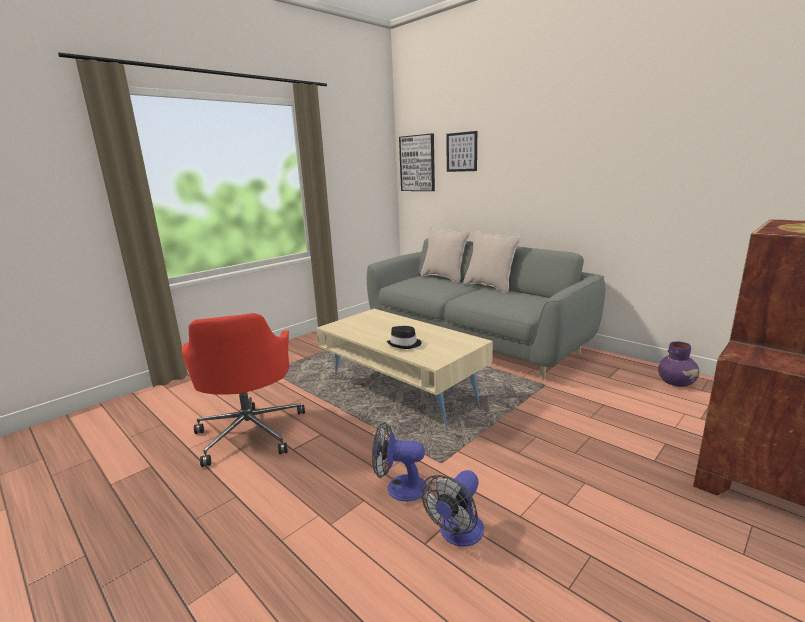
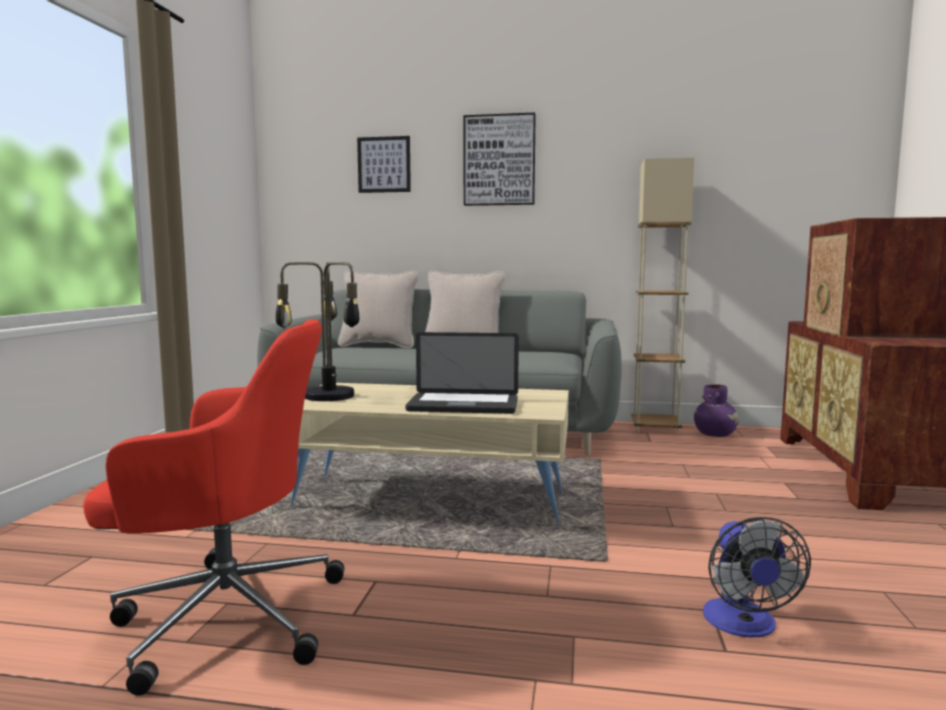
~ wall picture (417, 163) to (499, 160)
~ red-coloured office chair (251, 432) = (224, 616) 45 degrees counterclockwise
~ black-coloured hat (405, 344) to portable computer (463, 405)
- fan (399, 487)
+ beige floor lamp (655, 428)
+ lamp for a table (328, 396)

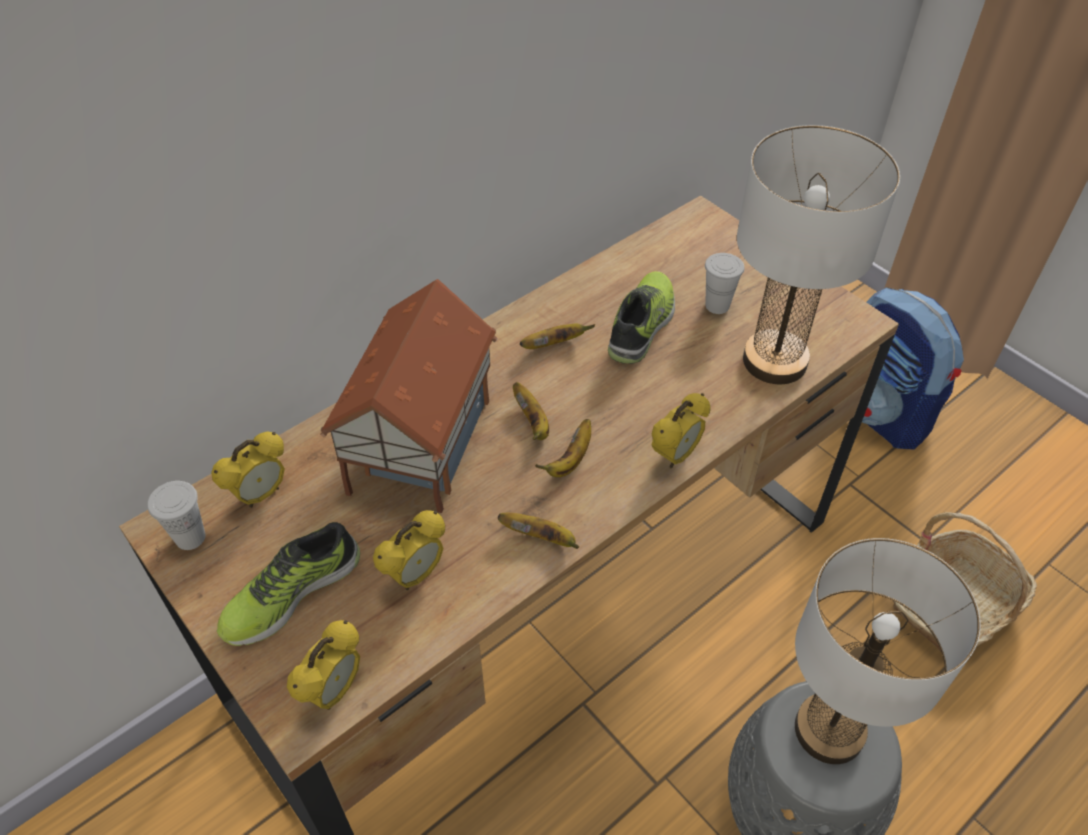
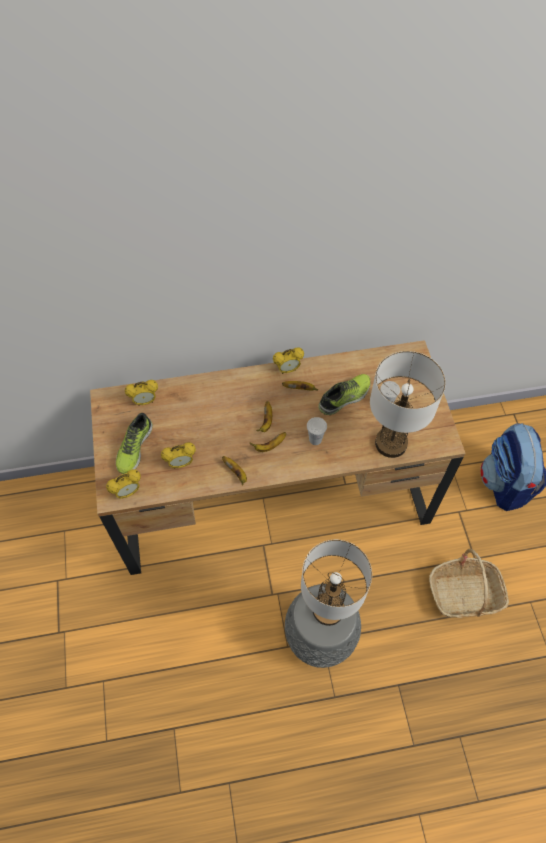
- miniature house (418, 446)
~ bedside clock (675, 456) to (288, 370)
~ white drinking cup (190, 537) to (315, 439)
~ shoe (291, 592) = (134, 447) 60 degrees counterclockwise

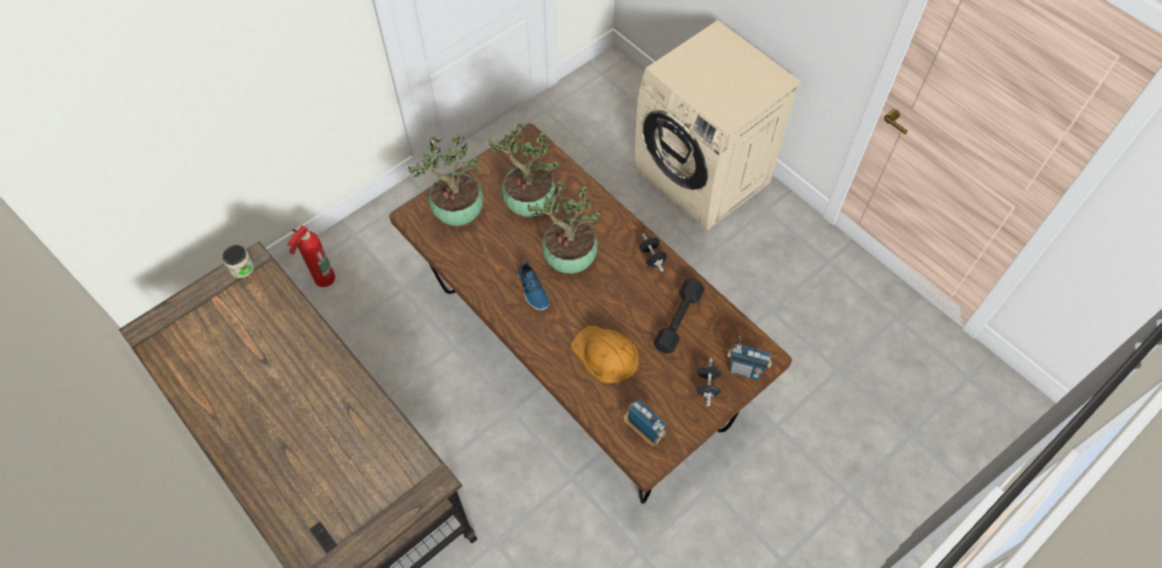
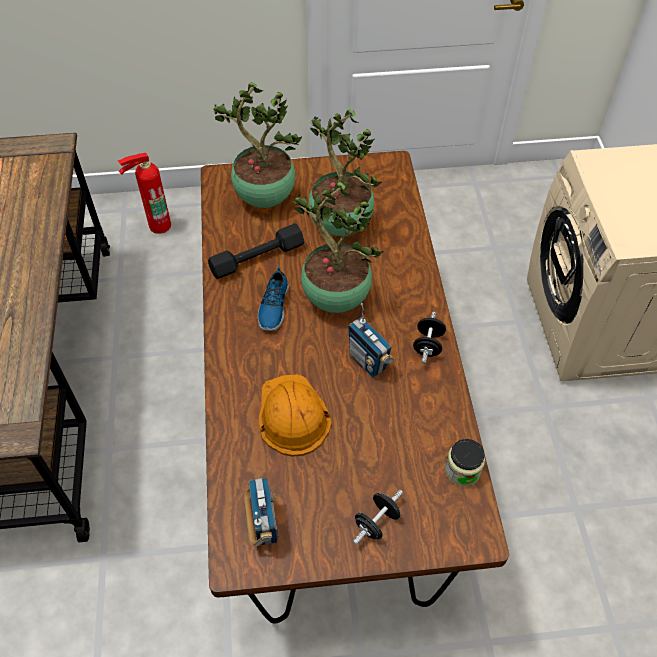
~ preserve jar (242, 268) to (462, 470)
~ black-coloured dumbbell (678, 319) to (257, 258)
~ radio receiver (745, 370) to (368, 361)

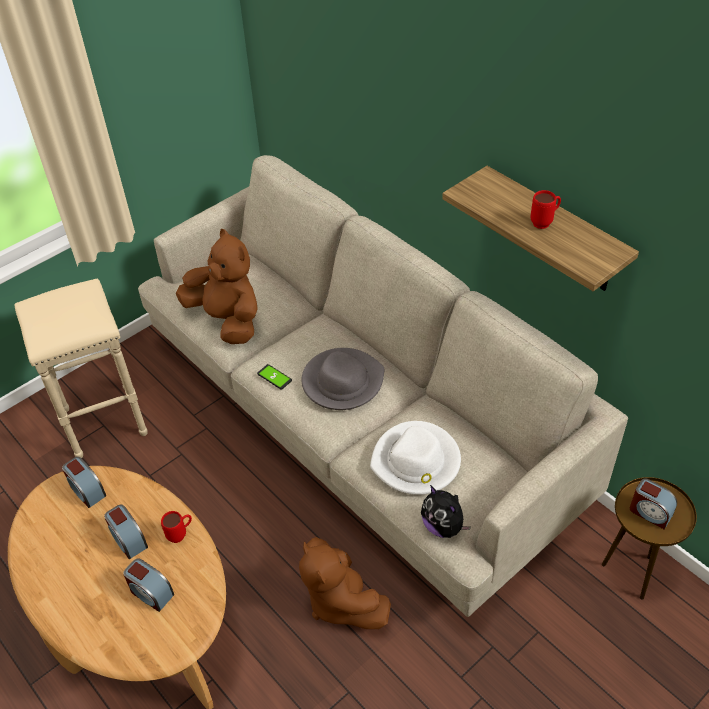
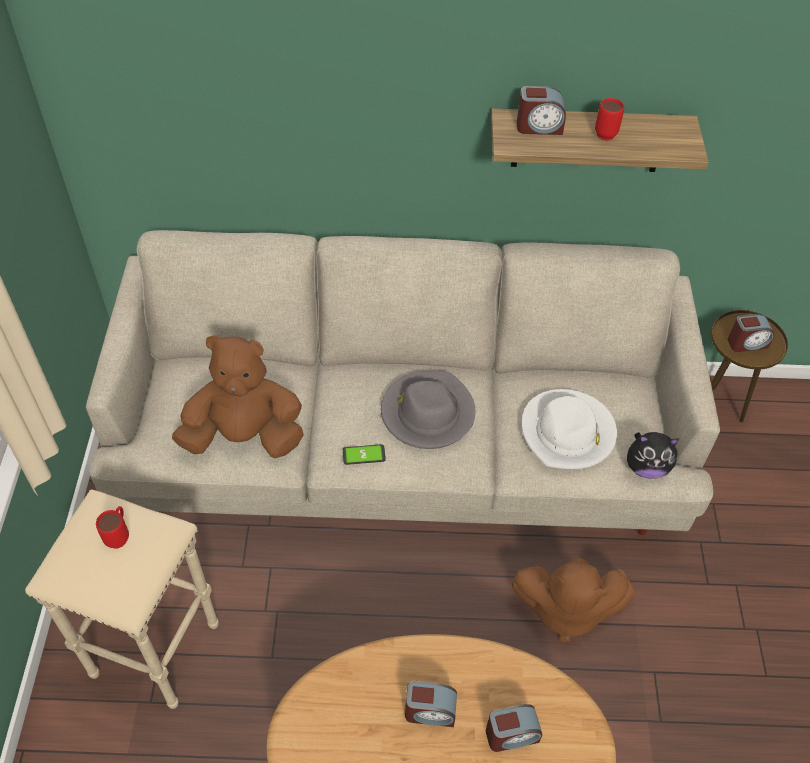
~ bedside clock (87, 490) to (539, 127)
~ red-coloured coffee mug (181, 534) to (119, 535)

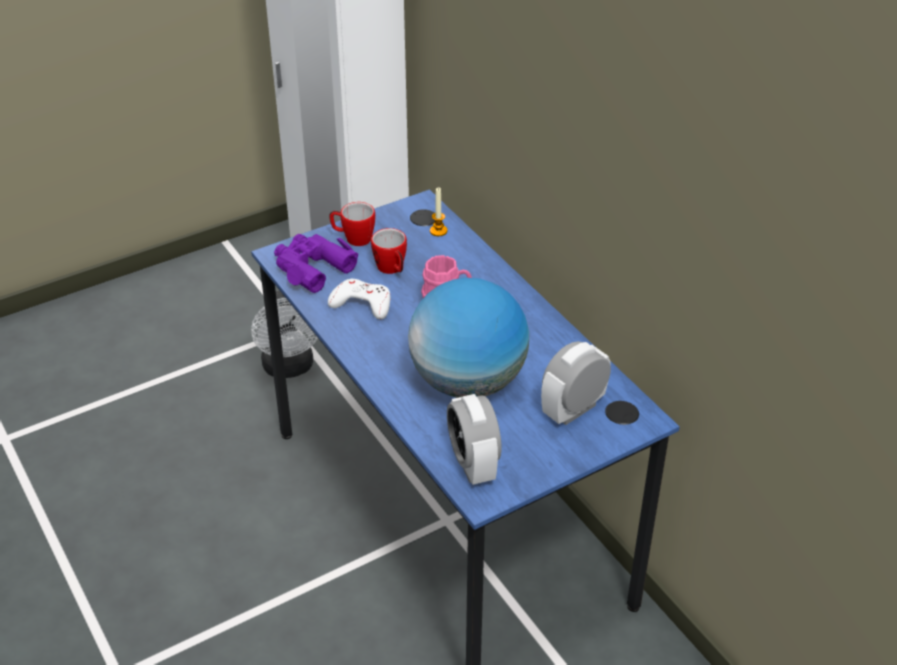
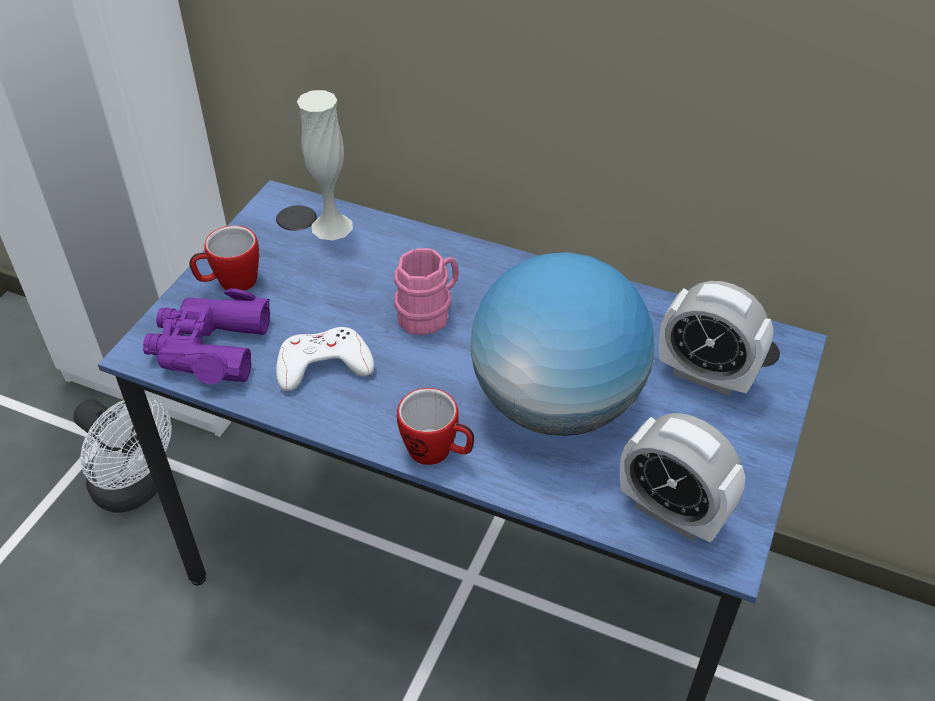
~ wax light (438, 231) to white decorative vase (332, 226)
~ coffee mug (392, 269) to (438, 452)
~ bedside clock (573, 410) = (705, 375) 75 degrees counterclockwise

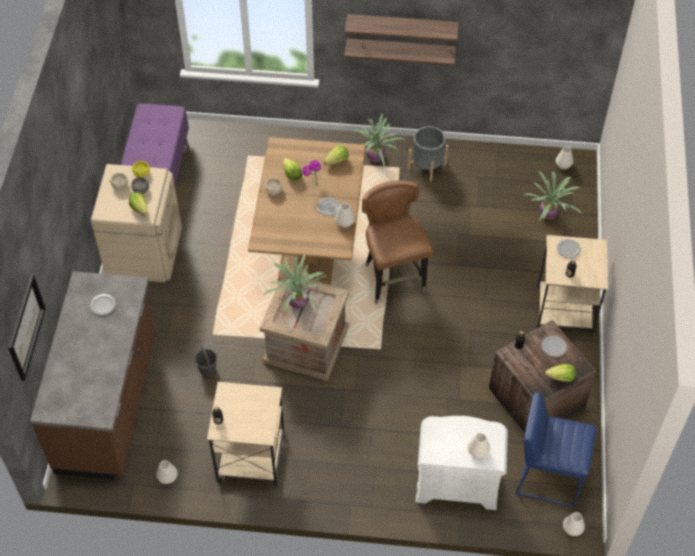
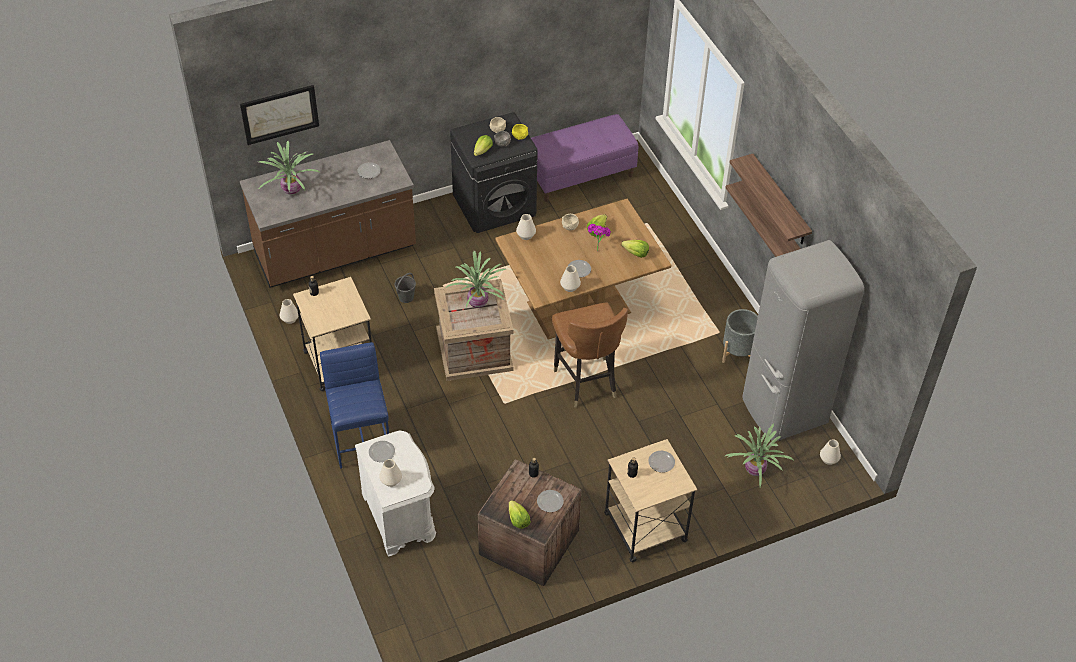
~ potted plant (375, 158) to (290, 190)
~ beige laundry machine (145, 250) to black-coloured laundry machine (496, 205)
~ brownish plain chair (393, 280) = (586, 382) 120 degrees clockwise
~ bluish sitting stool (547, 477) to (361, 439)
~ white decorative vase (572, 529) to (526, 235)
+ greyish refrigerator (782, 410)
+ plate (382, 452)

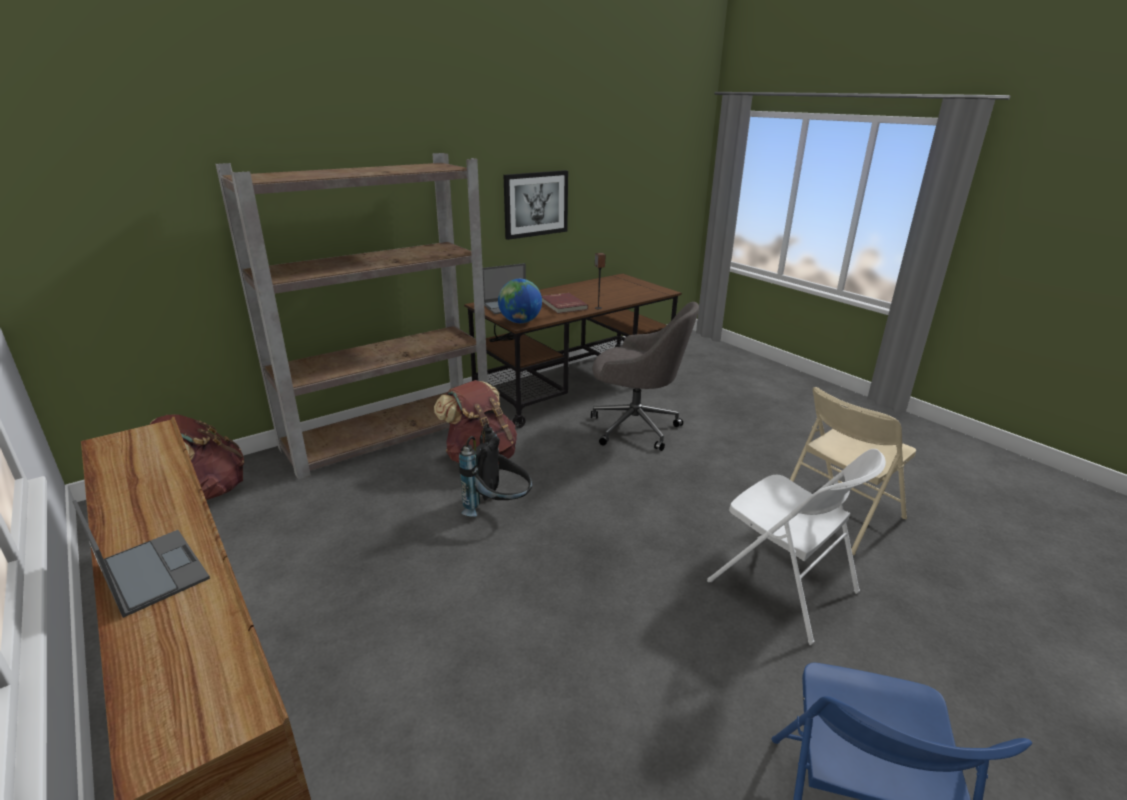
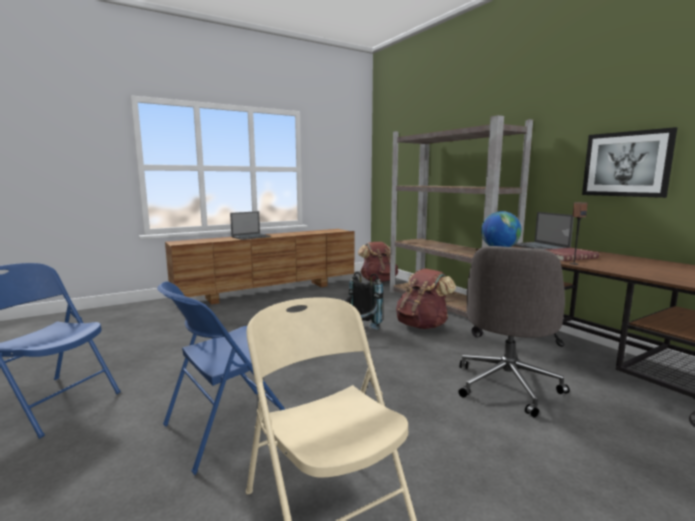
~ white plain chair (782, 587) to bluish plain chair (230, 426)

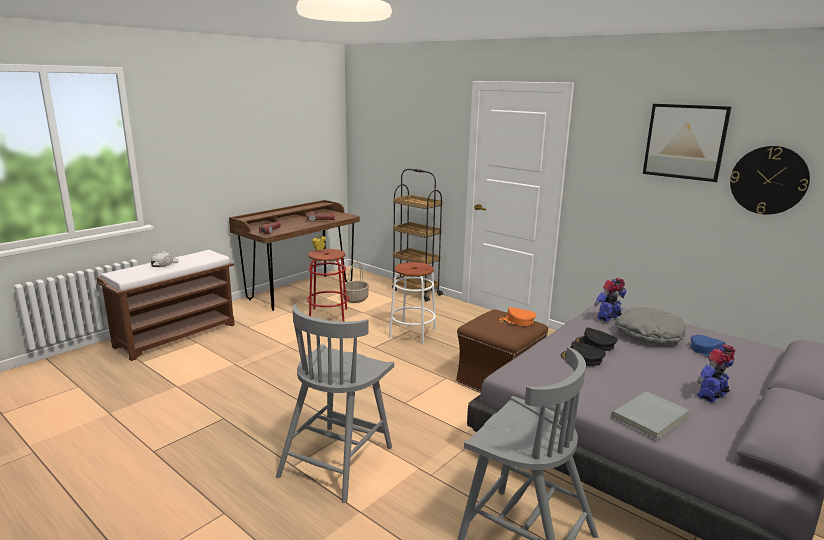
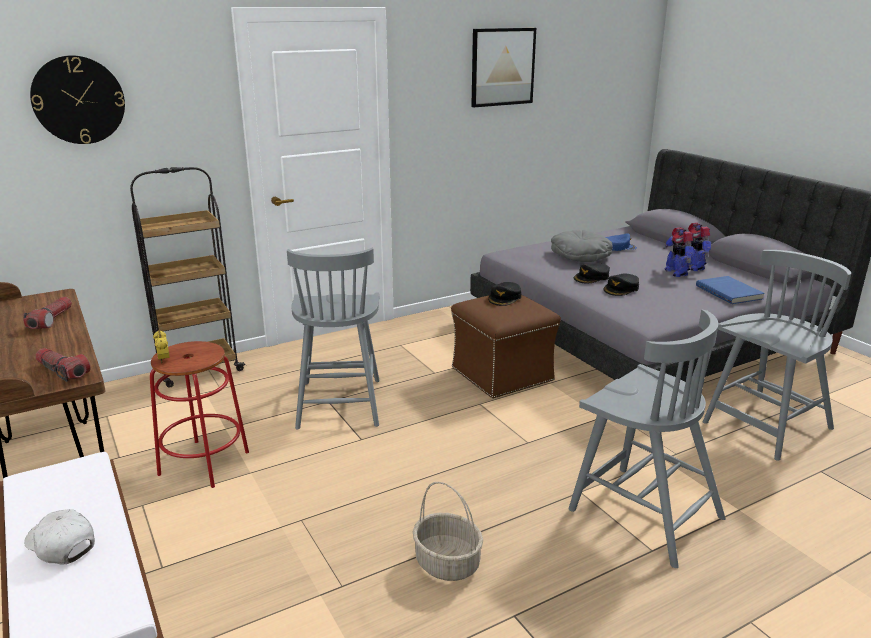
~ clock on the wall (768, 180) to (78, 100)
~ storage basket (355, 299) to (446, 563)
~ white sitting stool (412, 333) to greyish plain chair (339, 401)
~ robot figure (609, 318) to (676, 272)
~ orange baseball cap (517, 321) to black-coloured baseball cap (505, 298)
~ greyish bound book (651, 417) to bluish bound book (729, 292)

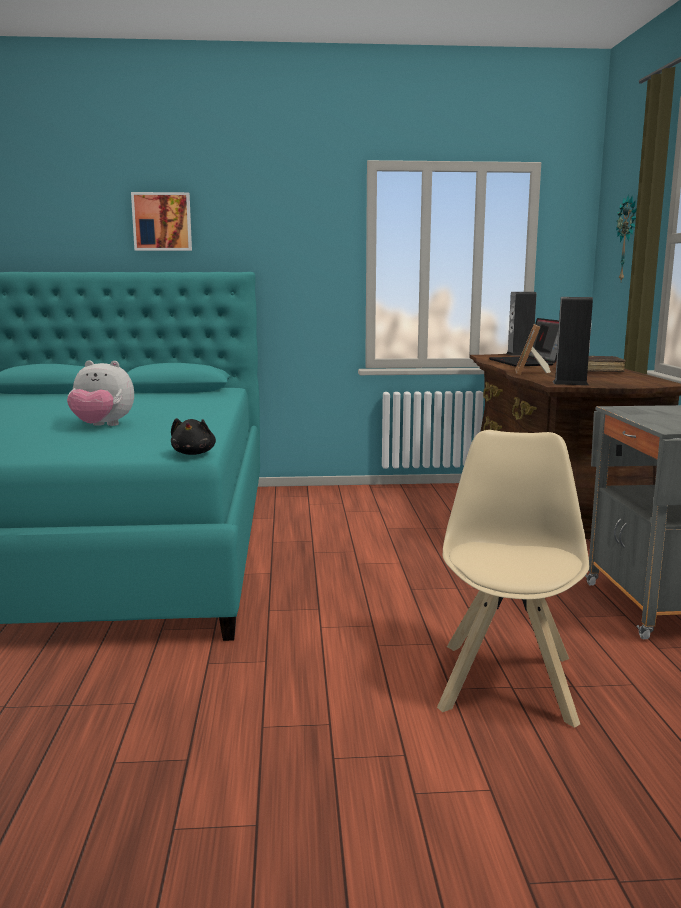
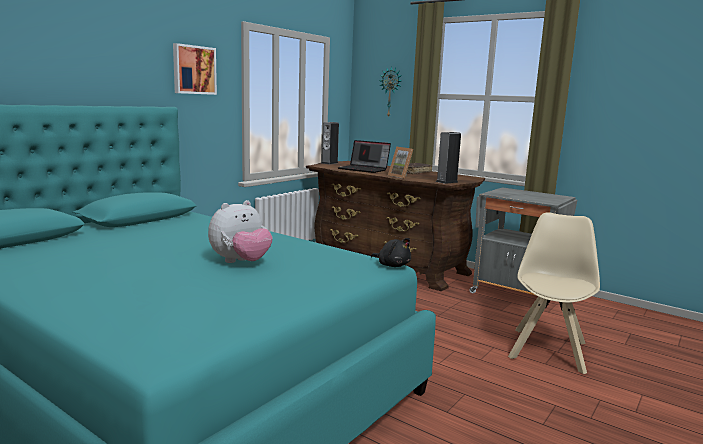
~ wall picture (162, 222) to (193, 70)
~ beige plain chair (507, 679) = (548, 349) 60 degrees clockwise

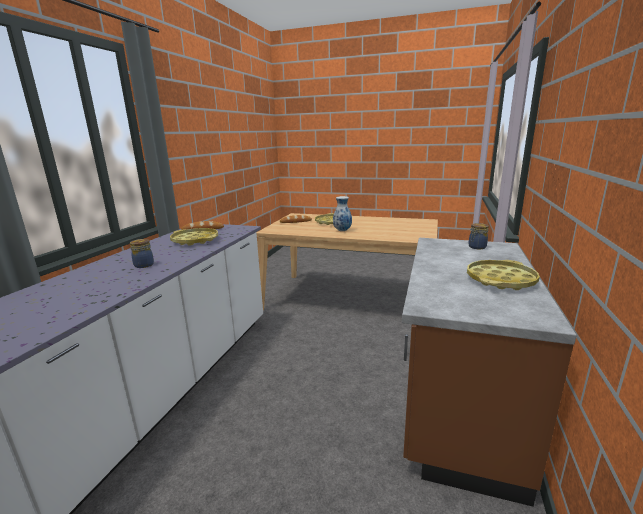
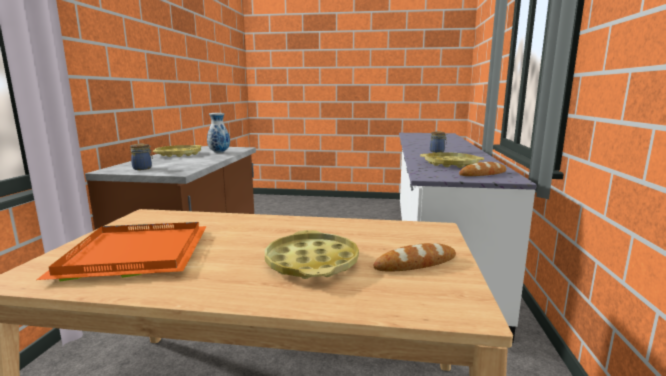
~ decorative vase (342, 230) to (219, 152)
+ orange tray (133, 255)

